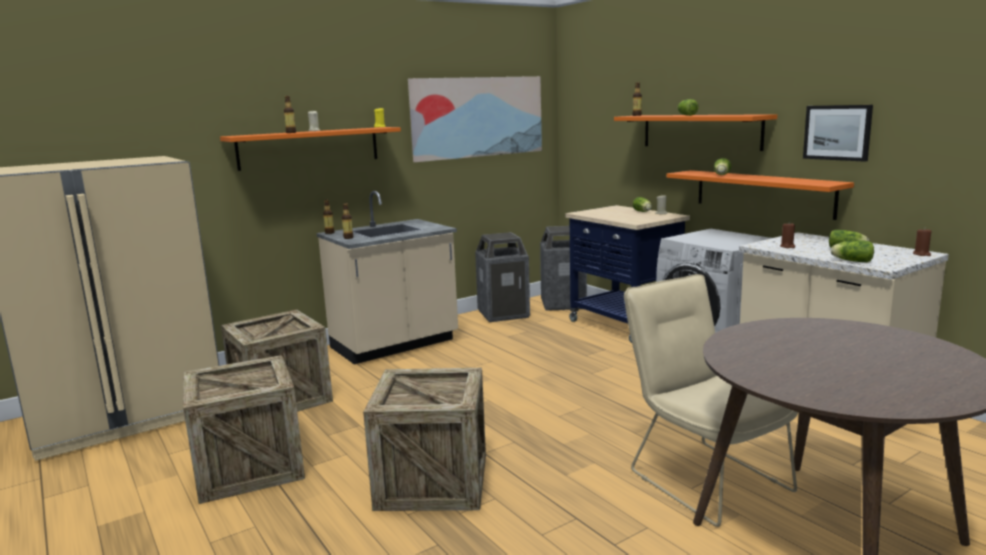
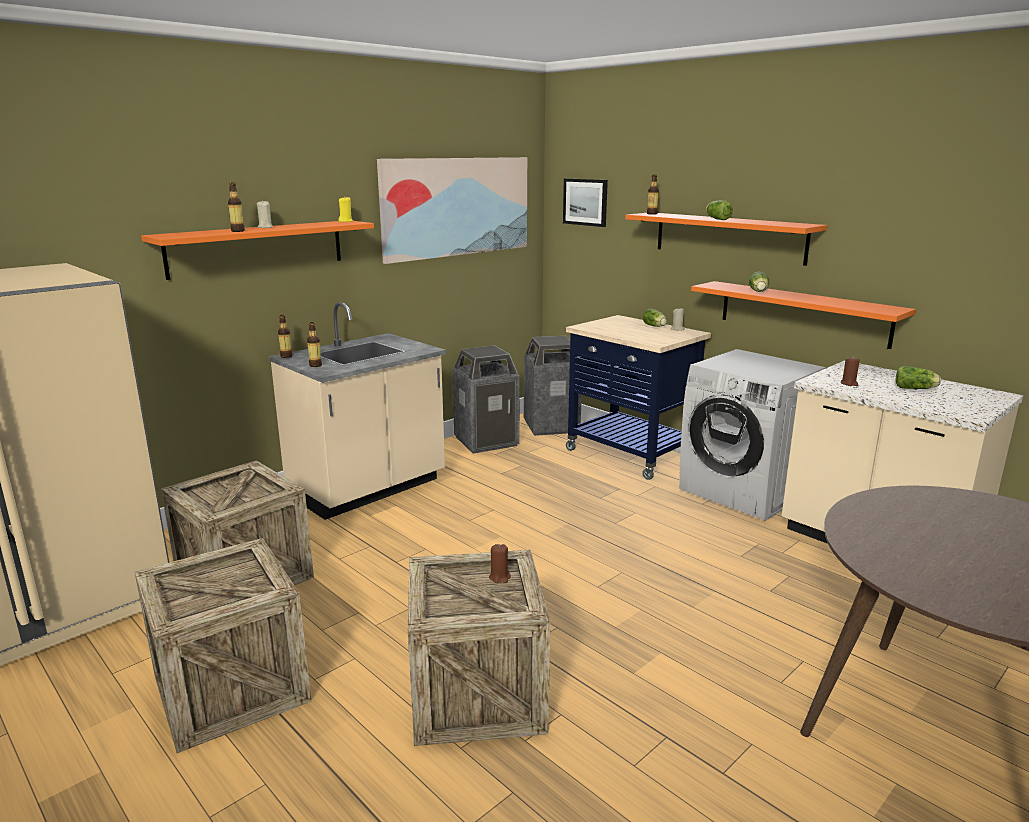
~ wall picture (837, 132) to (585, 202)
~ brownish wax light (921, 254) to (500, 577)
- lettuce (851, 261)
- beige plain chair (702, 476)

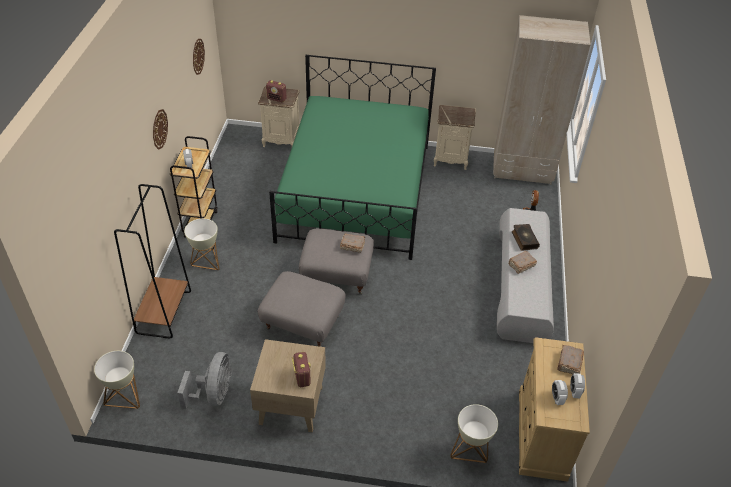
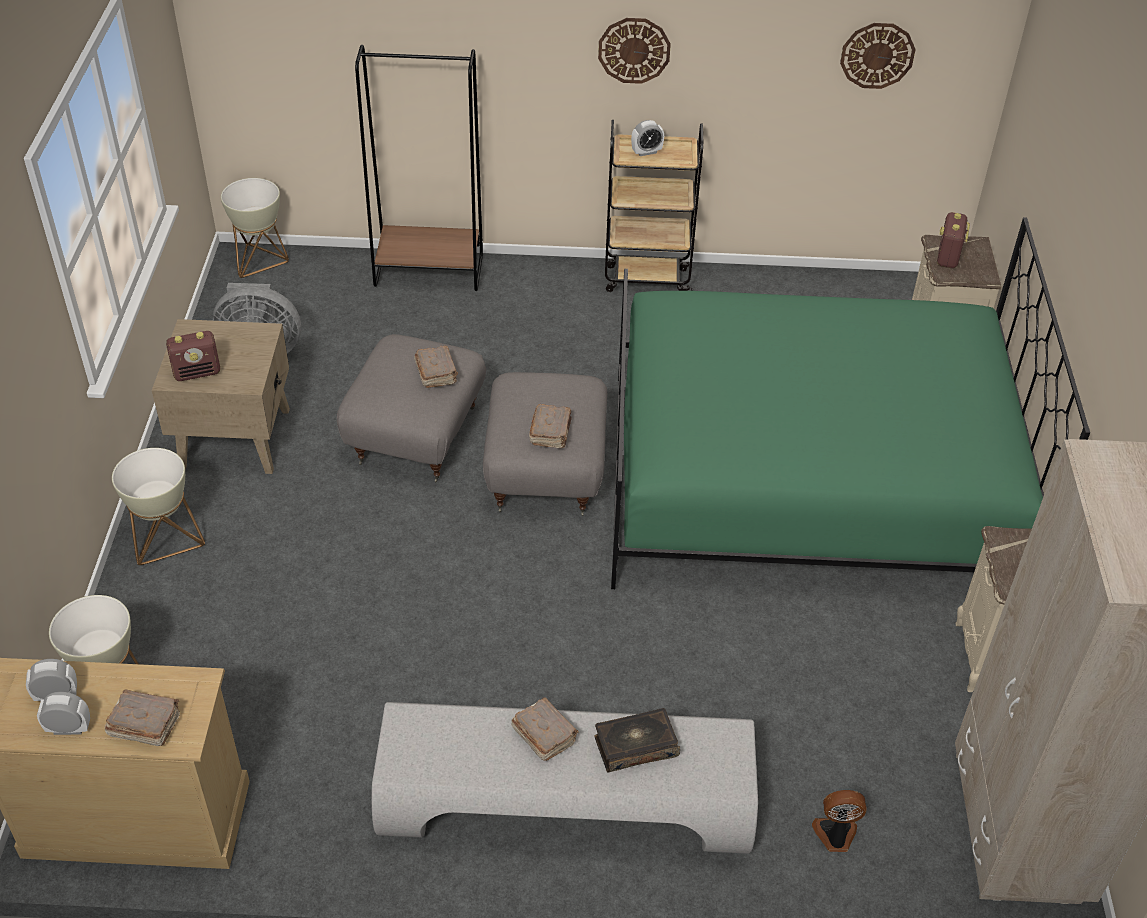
~ plant pot (206, 261) to (167, 541)
+ brownish bound book (436, 373)

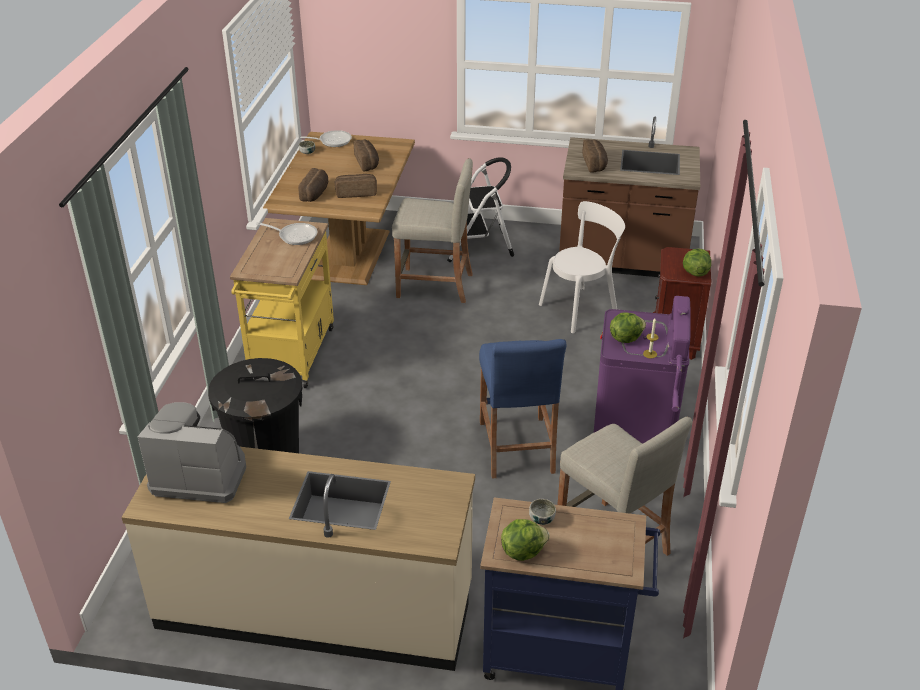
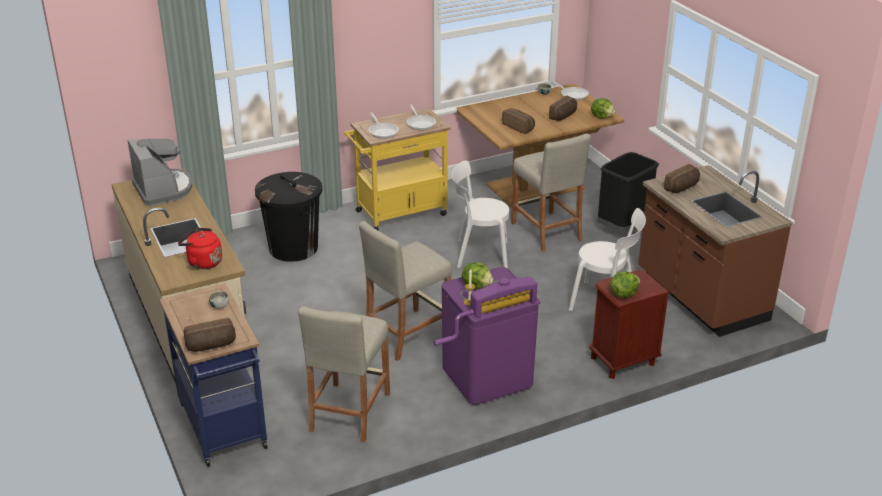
~ stepladder (479, 245) to black-coloured waste bin (623, 228)
~ baked bread (316, 193) to (211, 346)
~ bluish sitting stool (516, 447) to beige sitting stool (407, 334)
~ lettuce (522, 551) to (602, 117)
+ skillet (383, 131)
+ white plain chair (478, 253)
+ red-coloured tea kettle (203, 262)

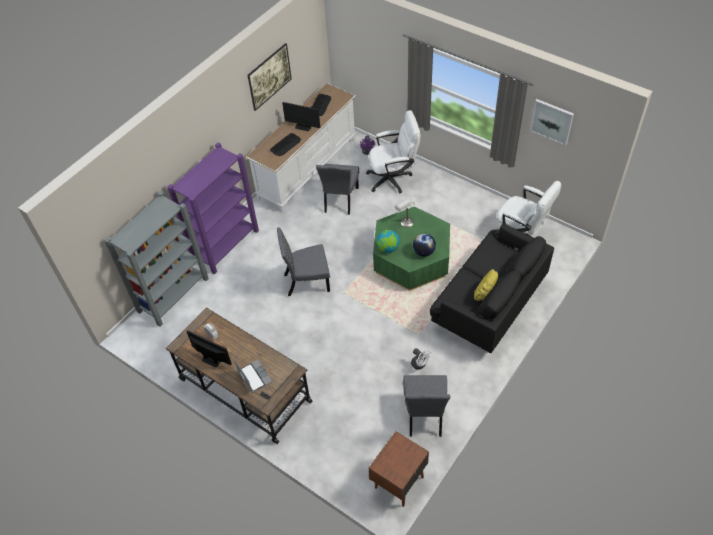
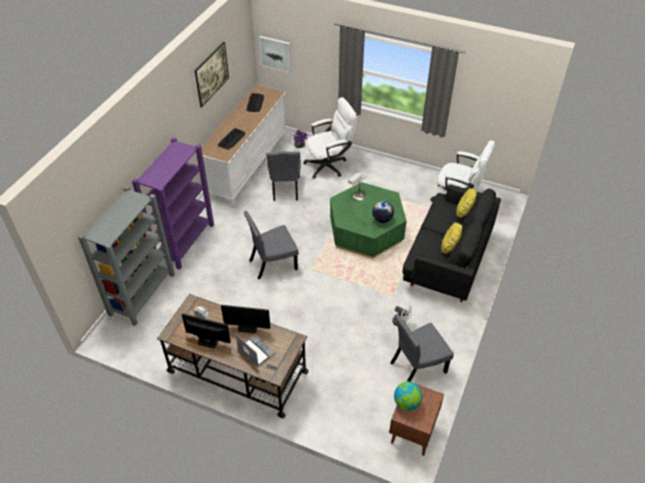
~ wall picture (551, 121) to (275, 53)
~ computer screen (303, 126) to (248, 327)
~ world globe (388, 248) to (406, 403)
~ greyish plain chair (424, 413) = (418, 365) 75 degrees clockwise
+ yellow pillow (464, 212)

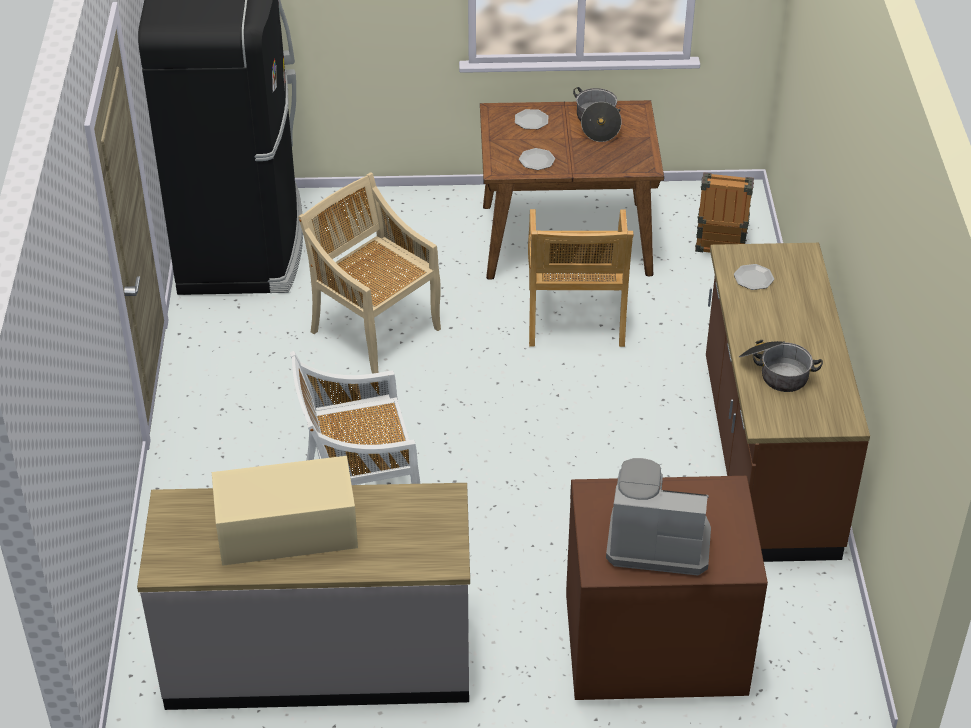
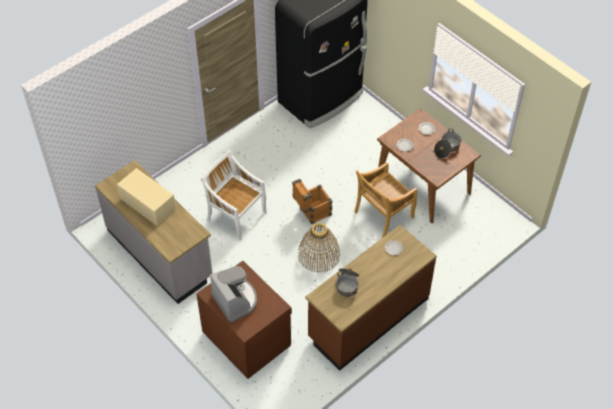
~ packing crate (720, 244) to (311, 213)
- beige plain chair (374, 329)
+ storage basket (319, 255)

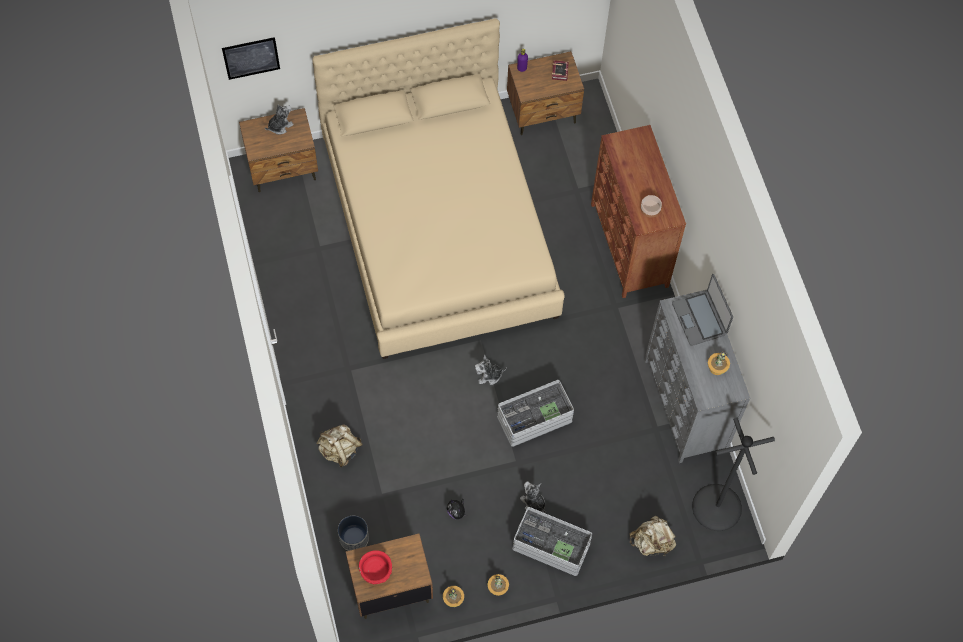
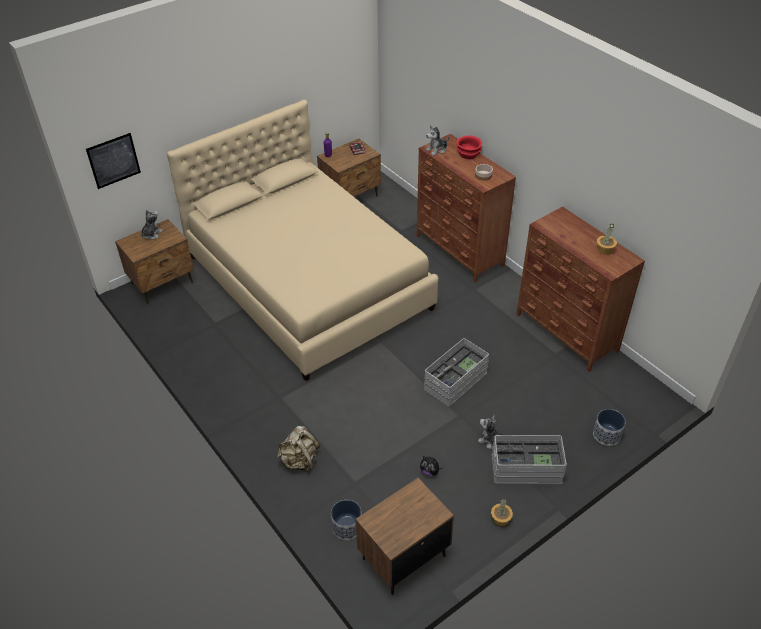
- portable computer (699, 318)
~ greyish chest of drawers (685, 405) to brownish chest of drawers (566, 332)
~ plush toy (489, 375) to (437, 149)
- black-coloured garment stand (717, 507)
~ beige rucksack (651, 542) to plant pot (606, 435)
~ red-coloured deep dish (376, 571) to (468, 154)
- potted plant (453, 599)

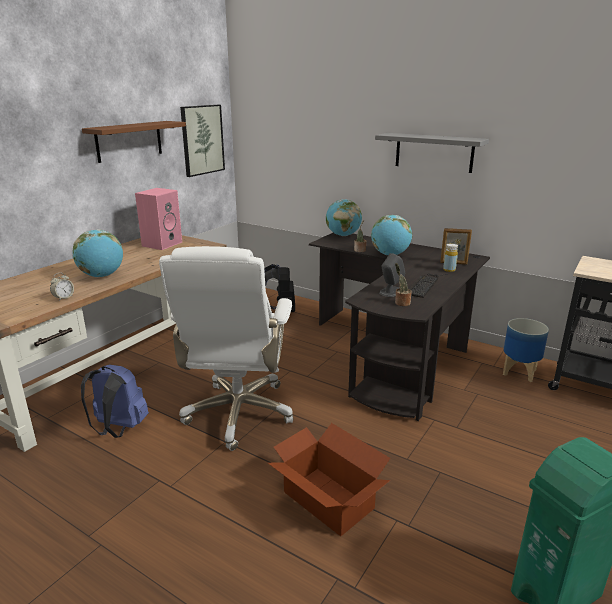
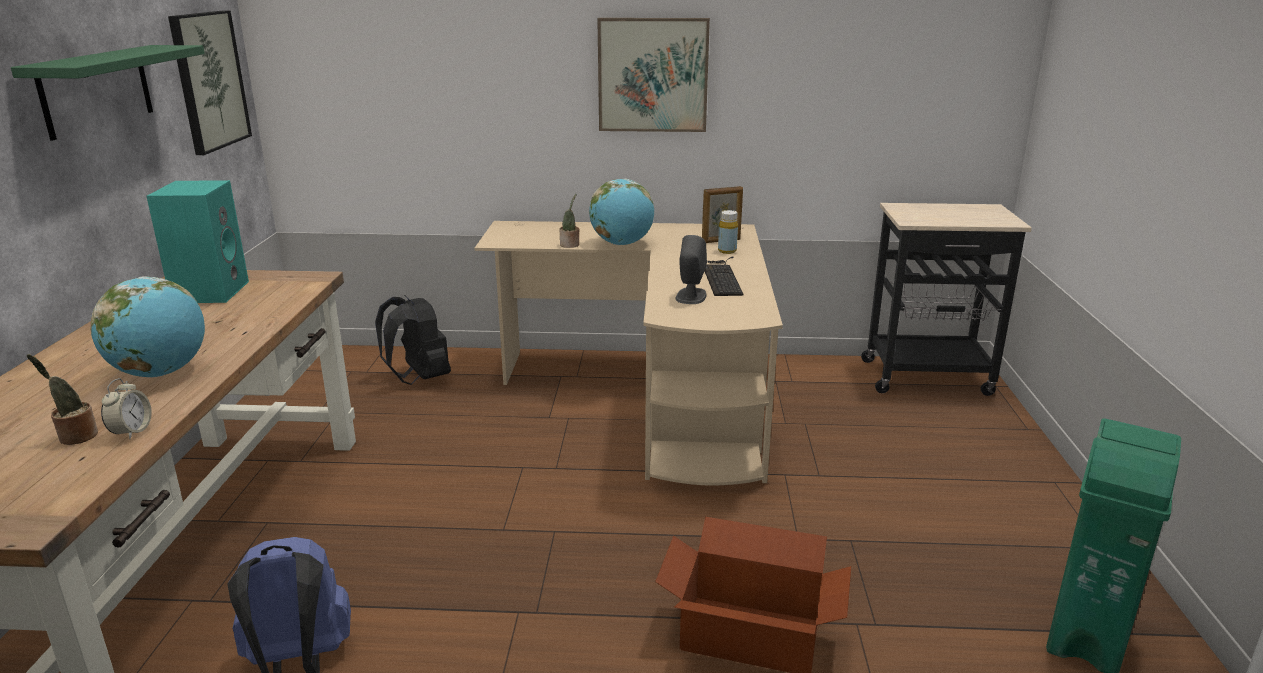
~ brownish shelf (129, 141) to green shelf (96, 90)
~ greyish shelf (434, 152) to wall picture (653, 75)
~ pink audio speaker (162, 244) to turquoise-coloured audio speaker (210, 291)
- world globe (343, 235)
~ black-coloured desk (395, 353) to beige desk (654, 397)
- white office chair (237, 415)
~ potted plant (401, 303) to (75, 436)
- plant pot (520, 372)

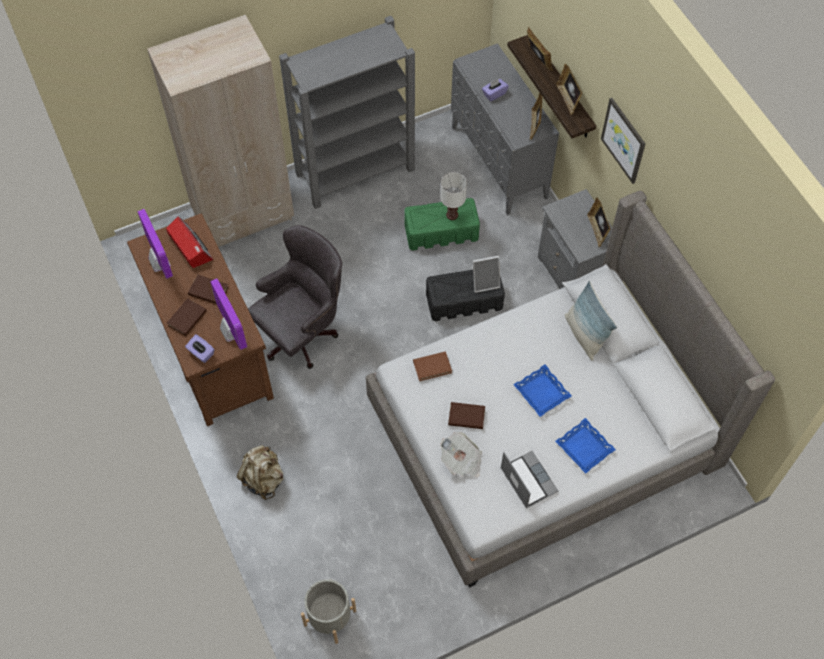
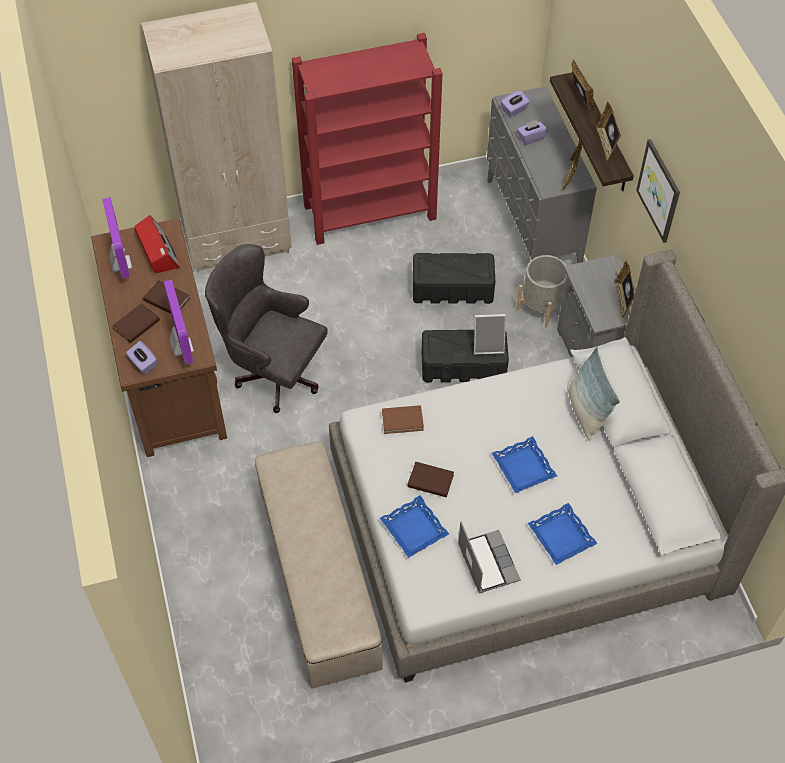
~ greyish shelving unit (355, 171) to red-coloured shelving unit (370, 211)
- white lamp for a table (452, 215)
~ green storage container (440, 232) to black-coloured storage container (452, 288)
~ greyish office chair (302, 334) = (274, 375) 120 degrees counterclockwise
~ newspaper (461, 461) to bluish tray (414, 529)
- beige rucksack (263, 479)
~ greyish plant pot (330, 617) to (541, 307)
+ purple tissue holder (514, 110)
+ beige long seat (319, 576)

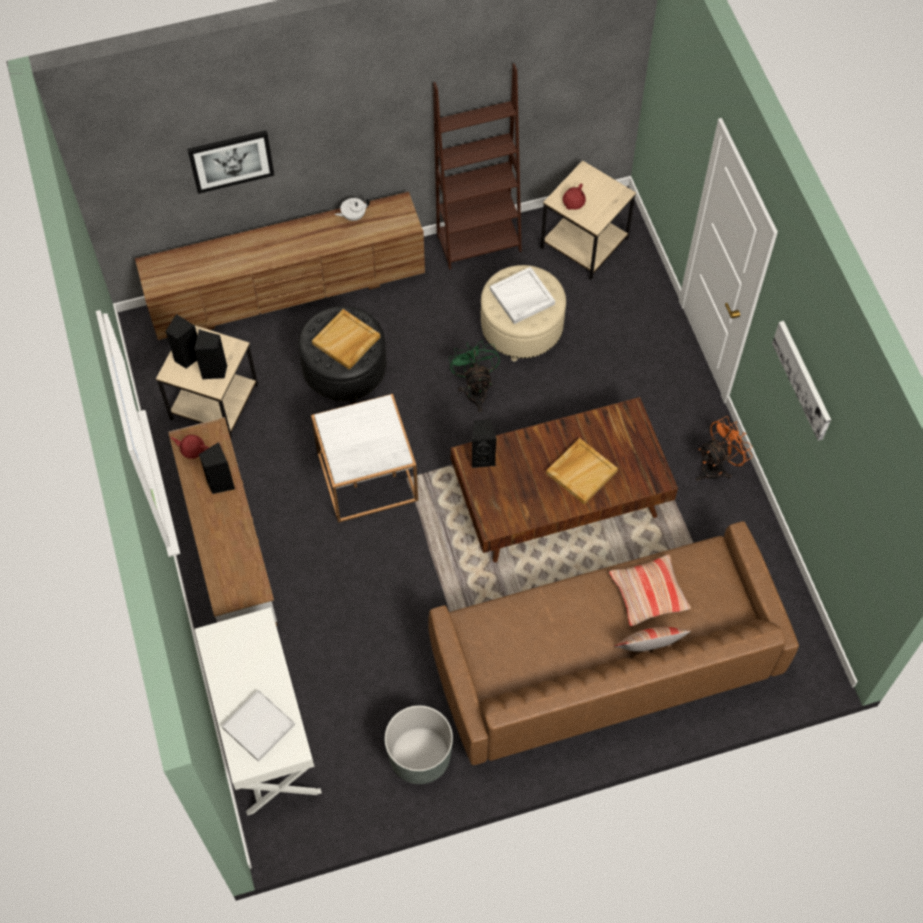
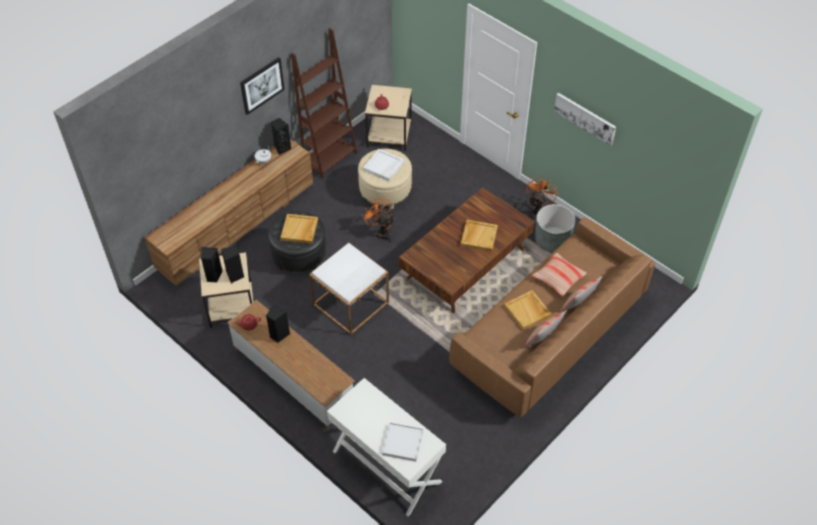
~ wall picture (231, 160) to (261, 85)
~ green fan (475, 389) to orange fan (381, 231)
~ black-coloured audio speaker (482, 457) to (282, 148)
~ greyish plant pot (420, 756) to (552, 241)
+ beige tray (527, 311)
+ pillow (542, 340)

